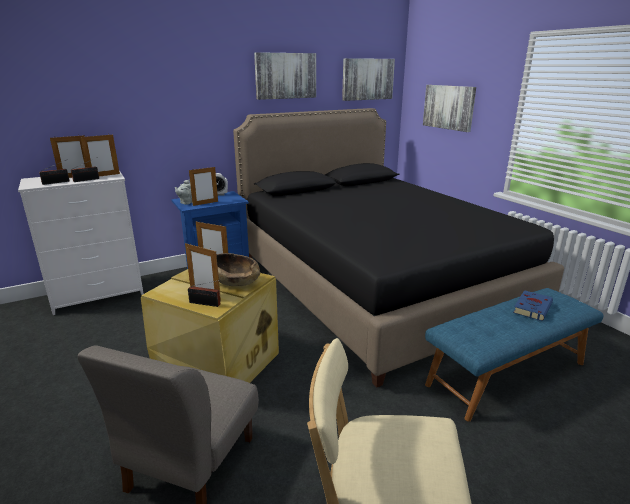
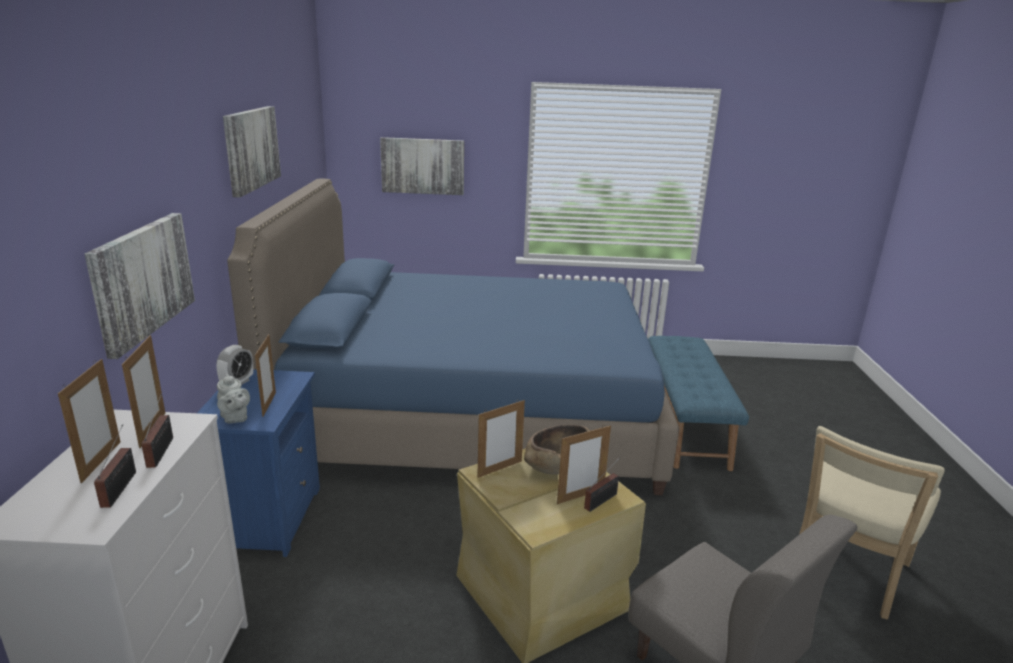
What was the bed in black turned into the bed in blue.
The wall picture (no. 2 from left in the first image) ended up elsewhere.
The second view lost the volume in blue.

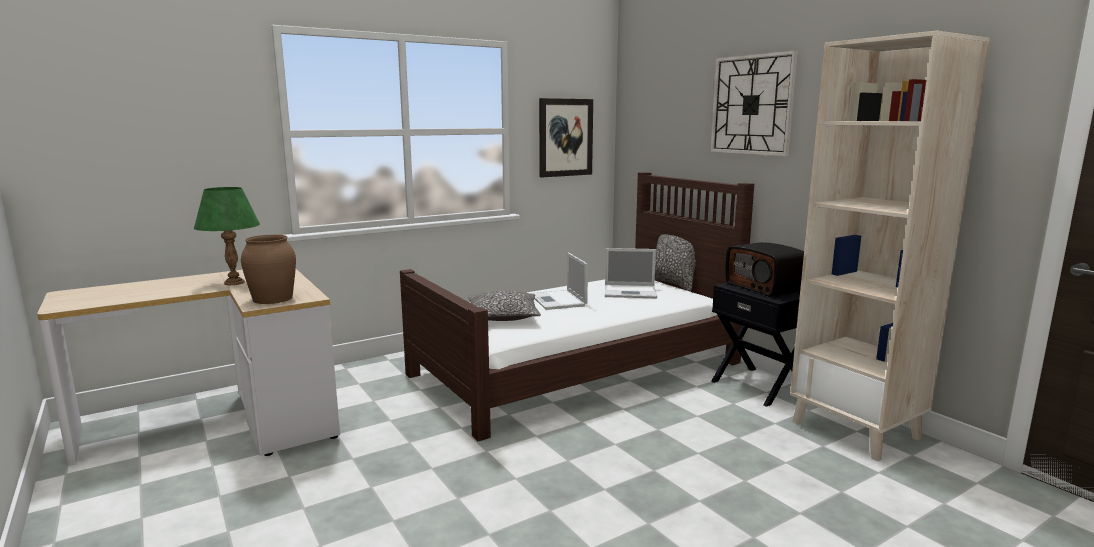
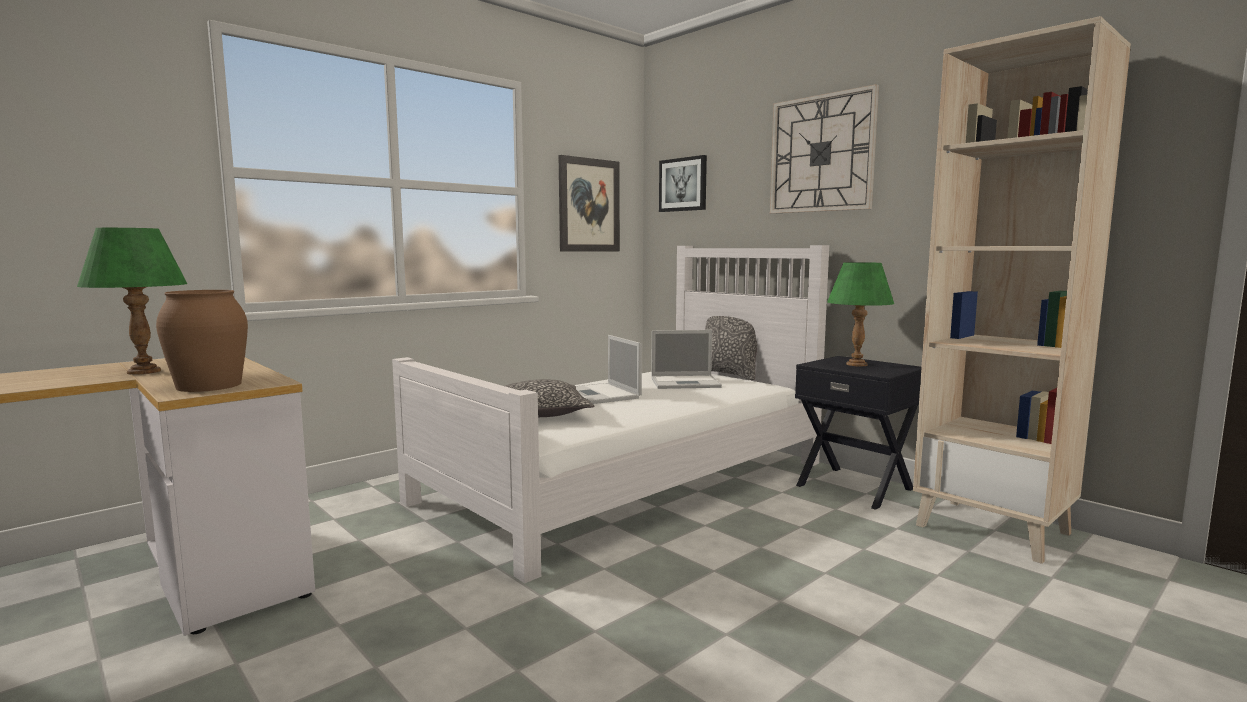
What was the bed in brownish turned into the bed in white-coloured.
Where the radio receiver stood, the lamp for a table in green-coloured (no. 2 from left) came to stand.
The second view gained the wall picture (no. 2 from left).

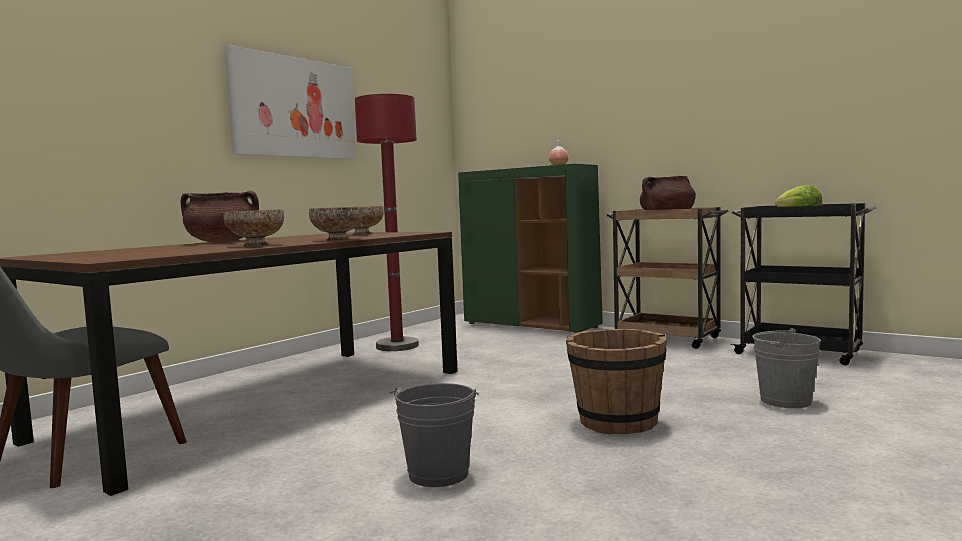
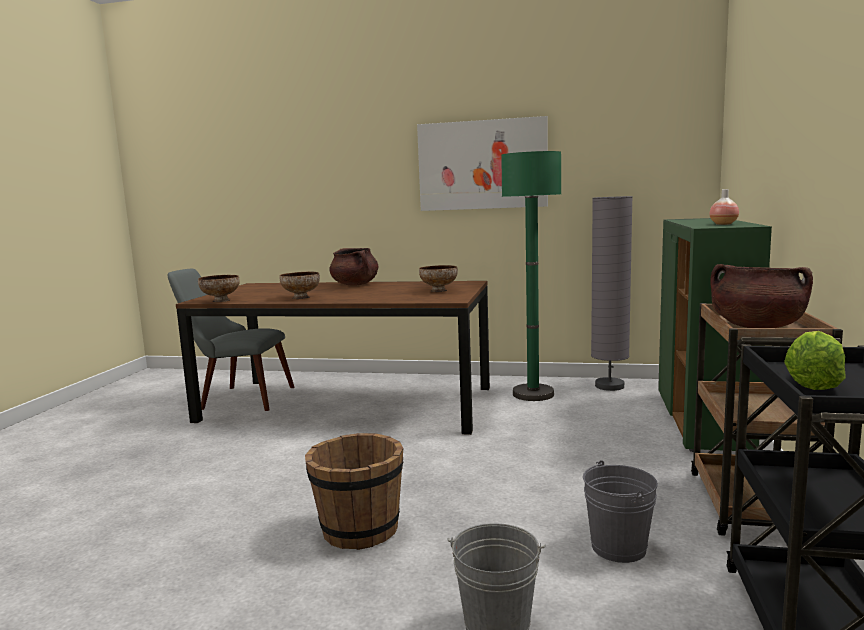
The deep dish (no. 2 from left in the first image) ended up elsewhere.
What was the standard lamp in red turned into the standard lamp in green-coloured.
The pail in greyish (no. 1 from left in the first image) ended up elsewhere.
The second view gained the standard lamp in greyish.

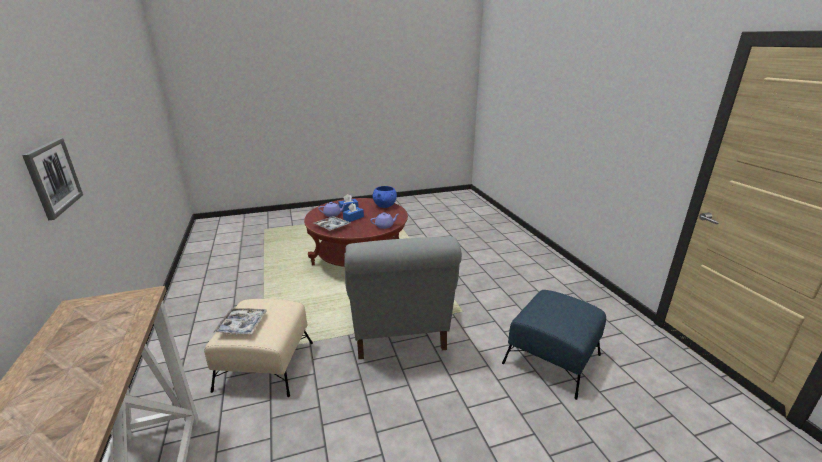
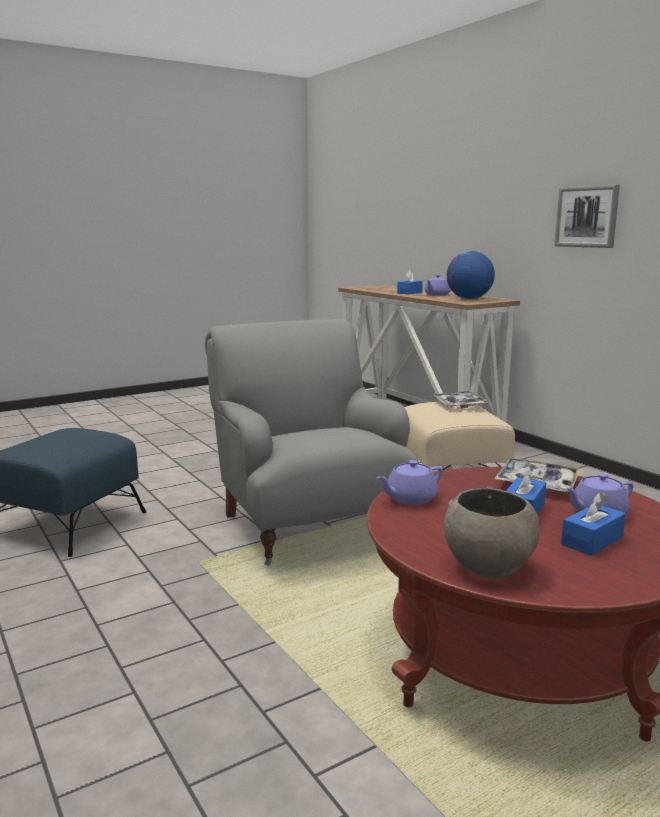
What was the deep dish in blue turned into the deep dish in greyish.
The second view gained the box of tissues in blue (no. 1 from left).
The second view gained the teapot in purplish (no. 2 from left).
The second view gained the world globe.

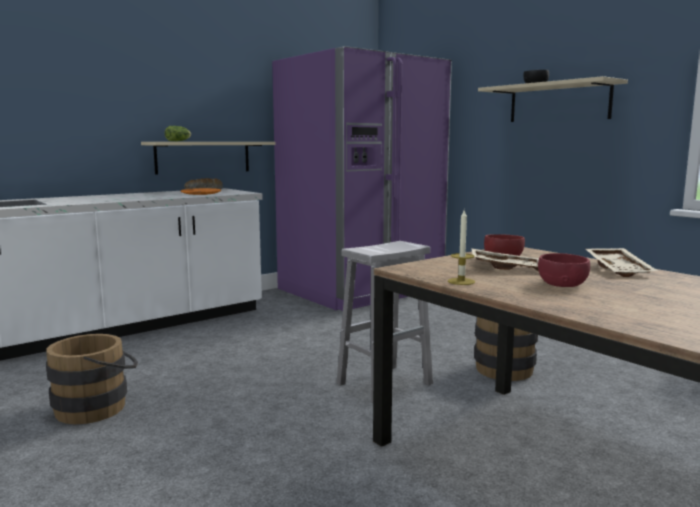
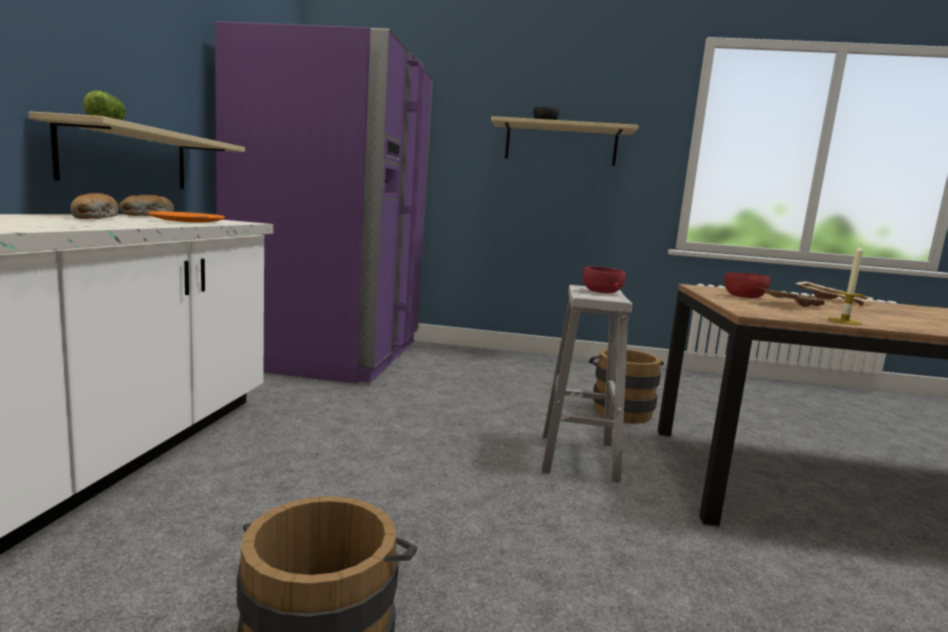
The deep dish in red (no. 2 from left in the first image) ended up elsewhere.
The second view gained the bread (no. 1 from left).

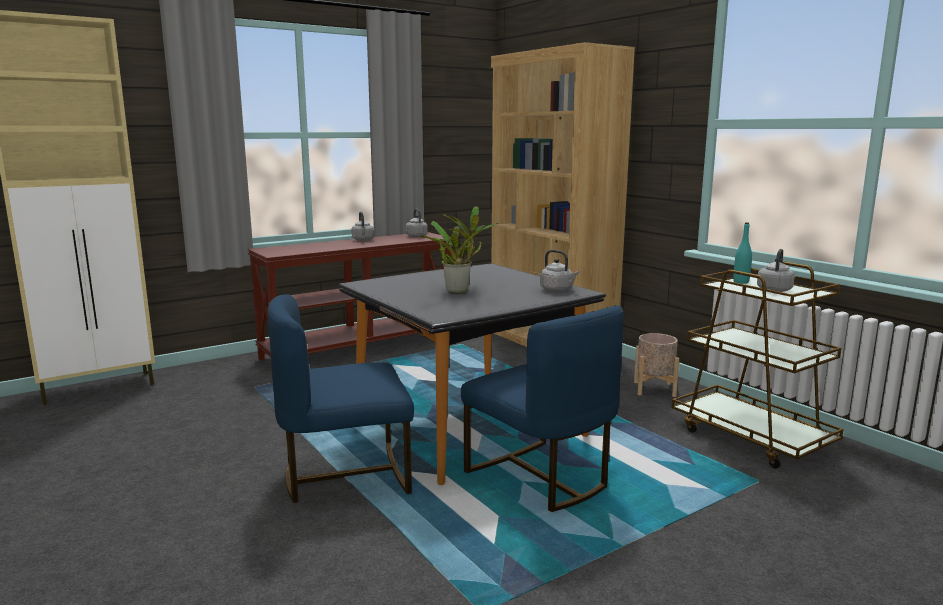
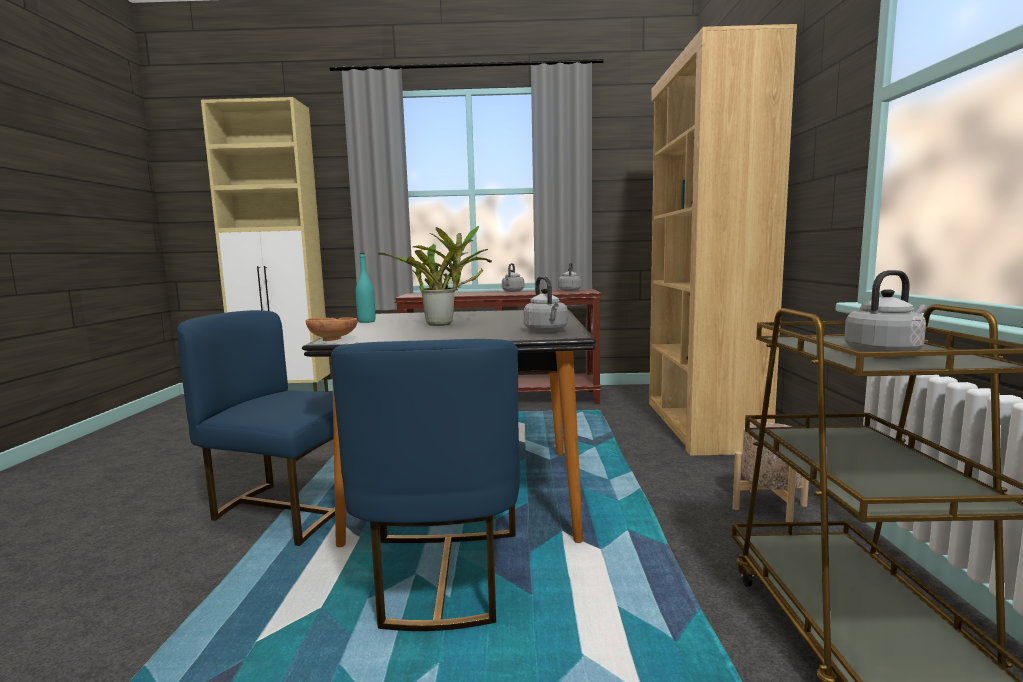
The beverage bottle in turquoise-coloured ended up elsewhere.
The second view gained the deep dish in brownish.

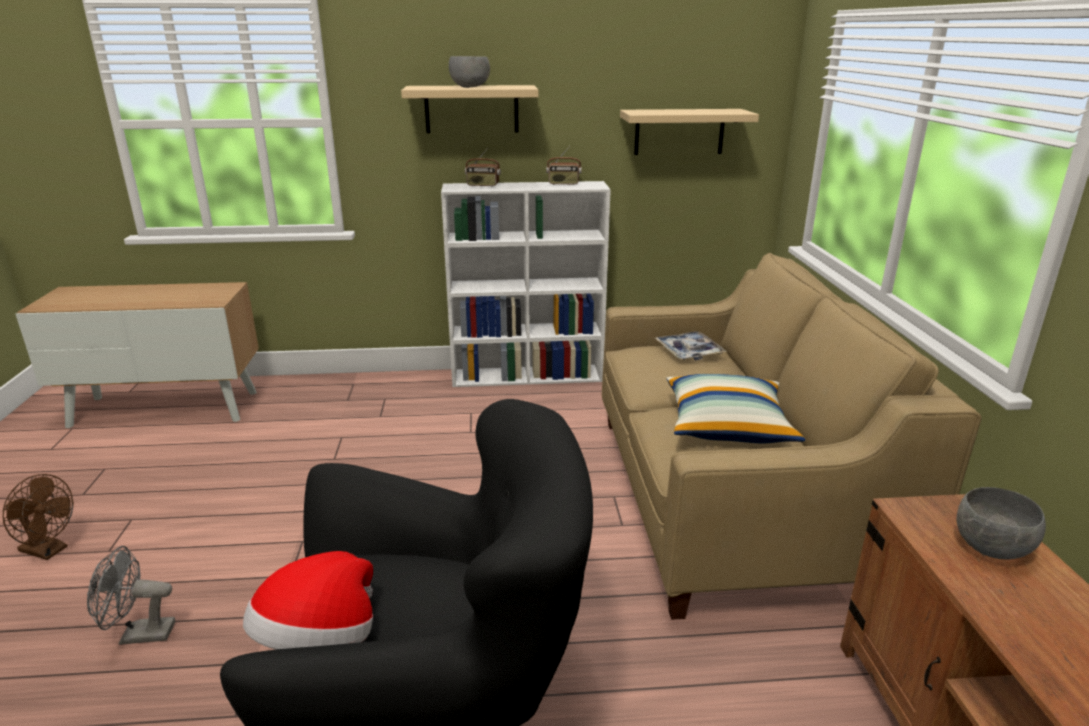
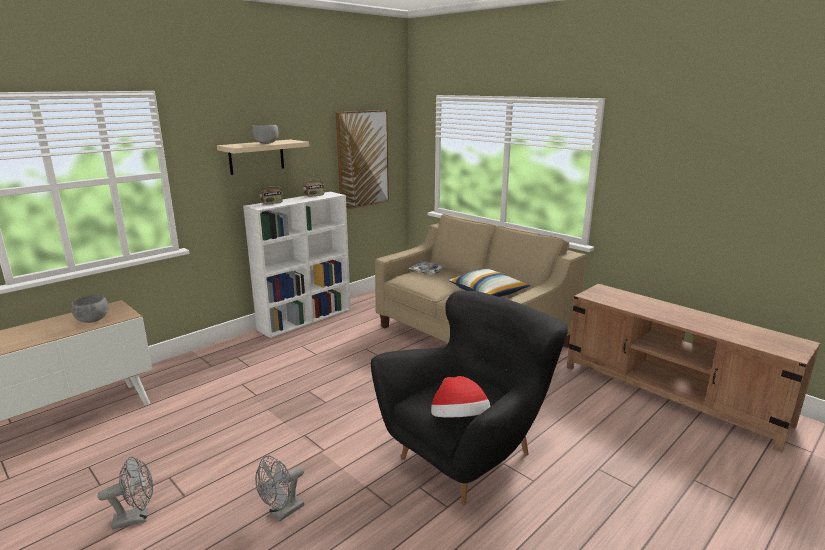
What was the electric fan in brownish turned into the electric fan in greyish (no. 1 from left).
Where the shelf in sand-coloured (no. 2 from left) hung, the wall picture came to hang.
The deep dish in greyish (no. 2 from left in the first image) ended up elsewhere.

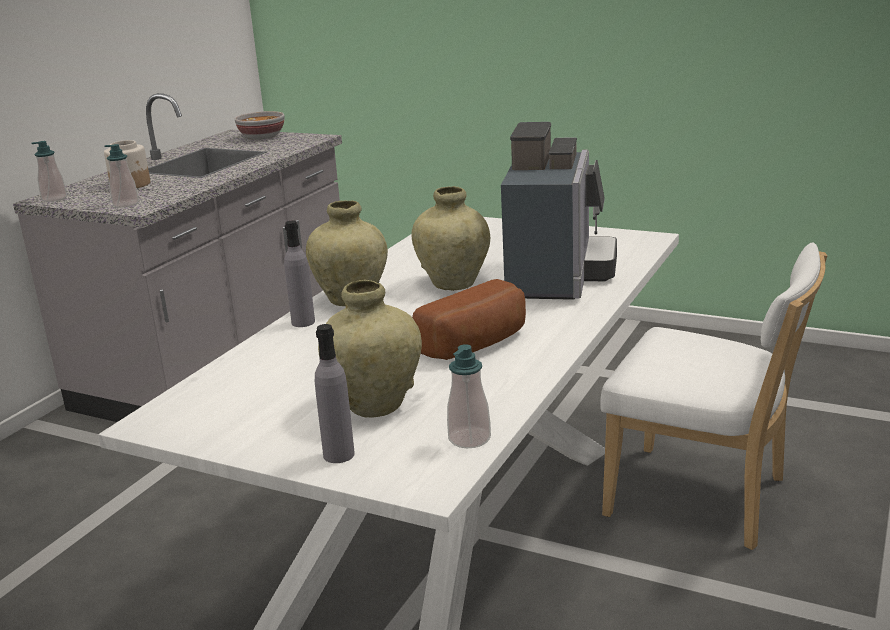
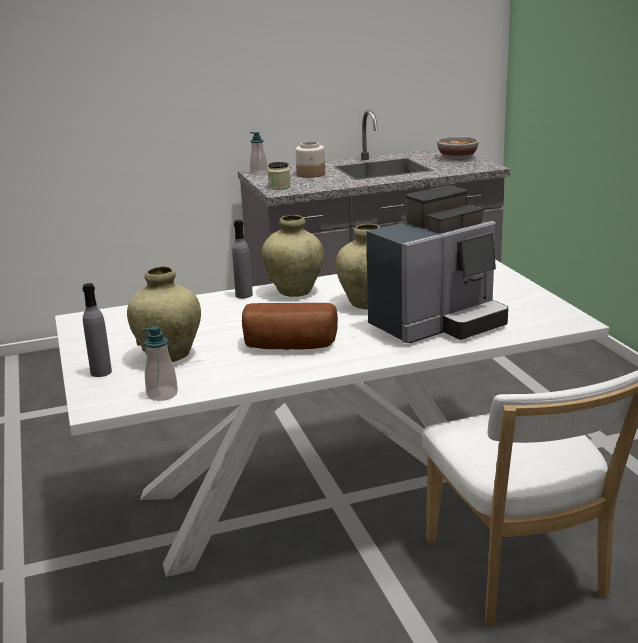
Where the soap dispenser (no. 2 from left) stood, the preserve jar (no. 1 from left) came to stand.

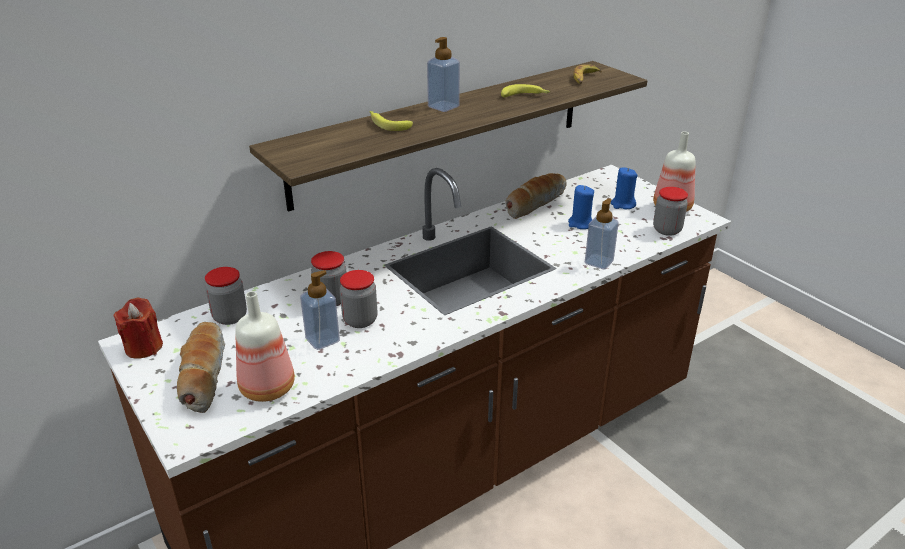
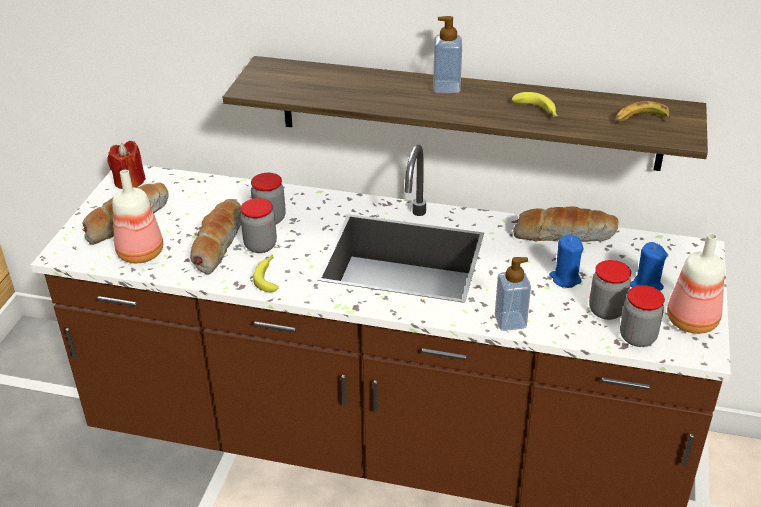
The preserve jar (no. 1 from left in the first image) ended up elsewhere.
Where the soap dispenser (no. 1 from left) stood, the bread (no. 2 from left) came to stand.
The banana fruit (no. 1 from left) ended up elsewhere.

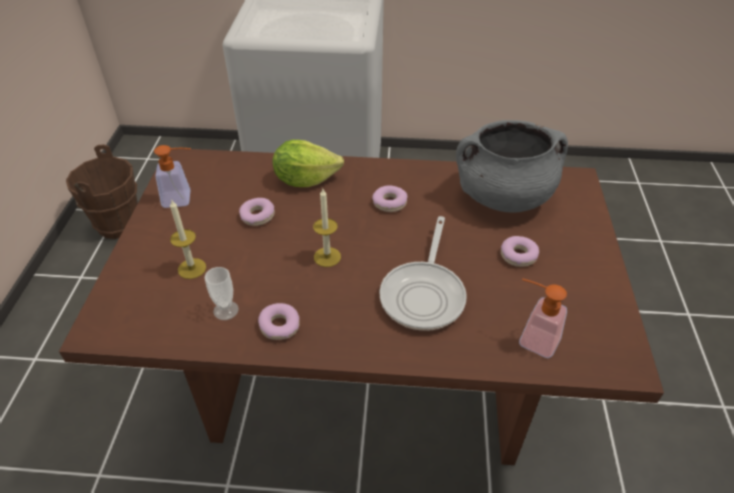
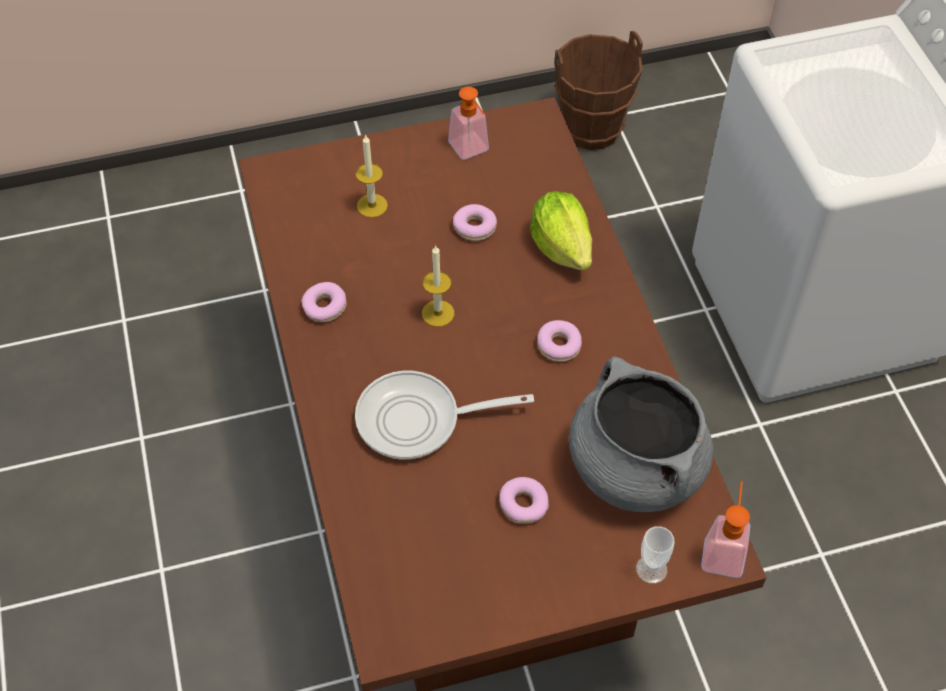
The drinking cup ended up elsewhere.
The soap dispenser (no. 2 from left) ended up elsewhere.

